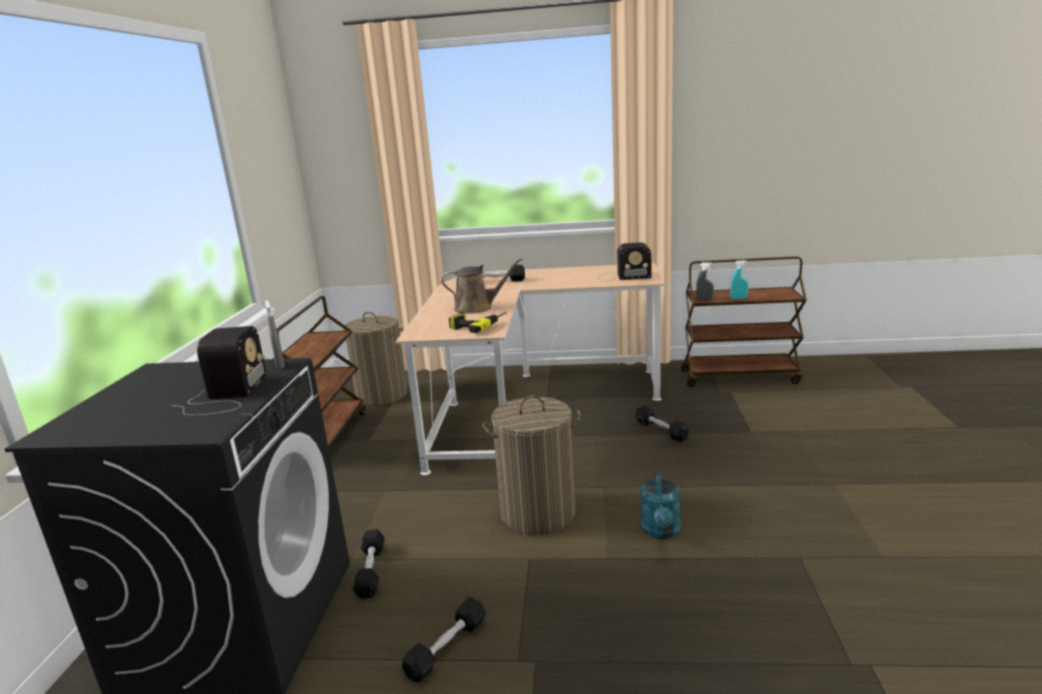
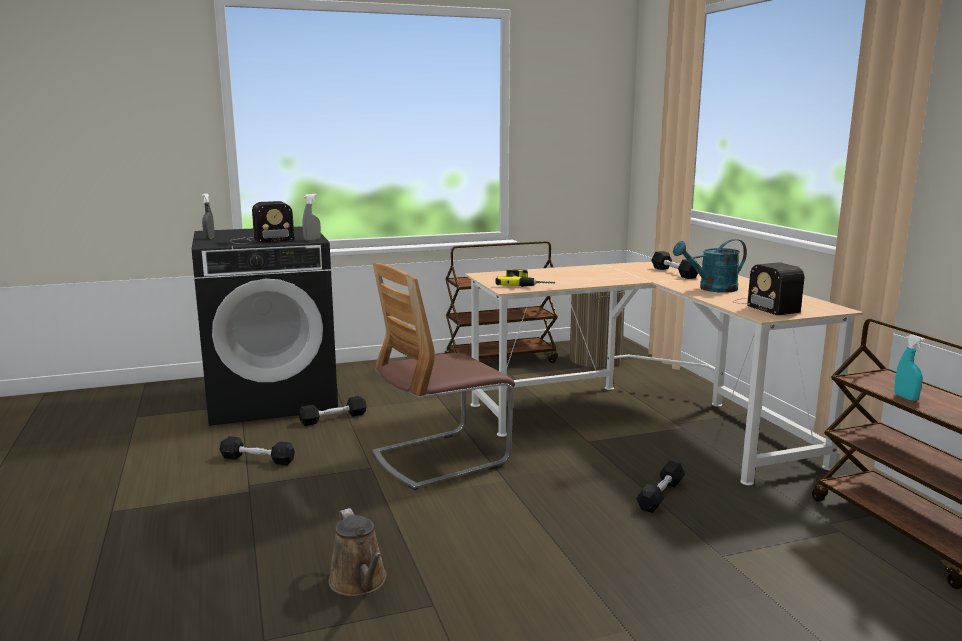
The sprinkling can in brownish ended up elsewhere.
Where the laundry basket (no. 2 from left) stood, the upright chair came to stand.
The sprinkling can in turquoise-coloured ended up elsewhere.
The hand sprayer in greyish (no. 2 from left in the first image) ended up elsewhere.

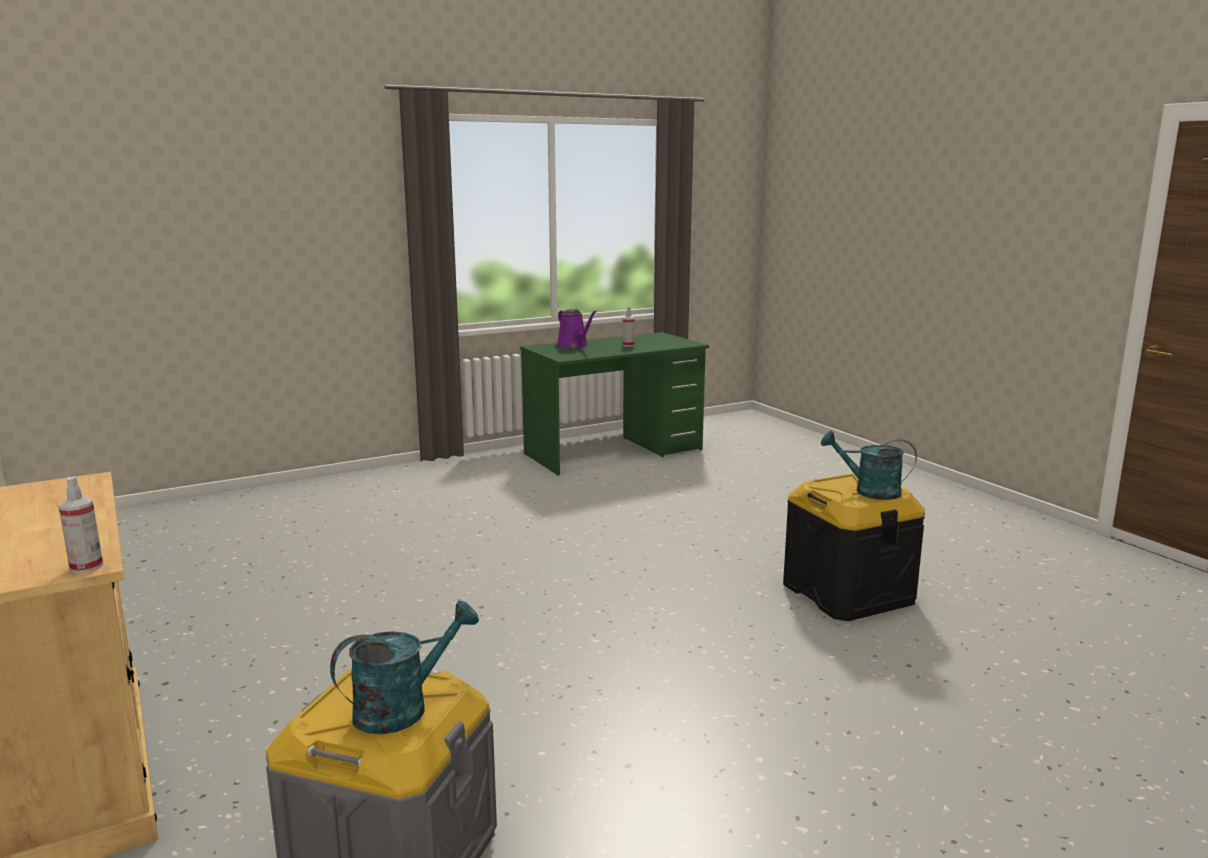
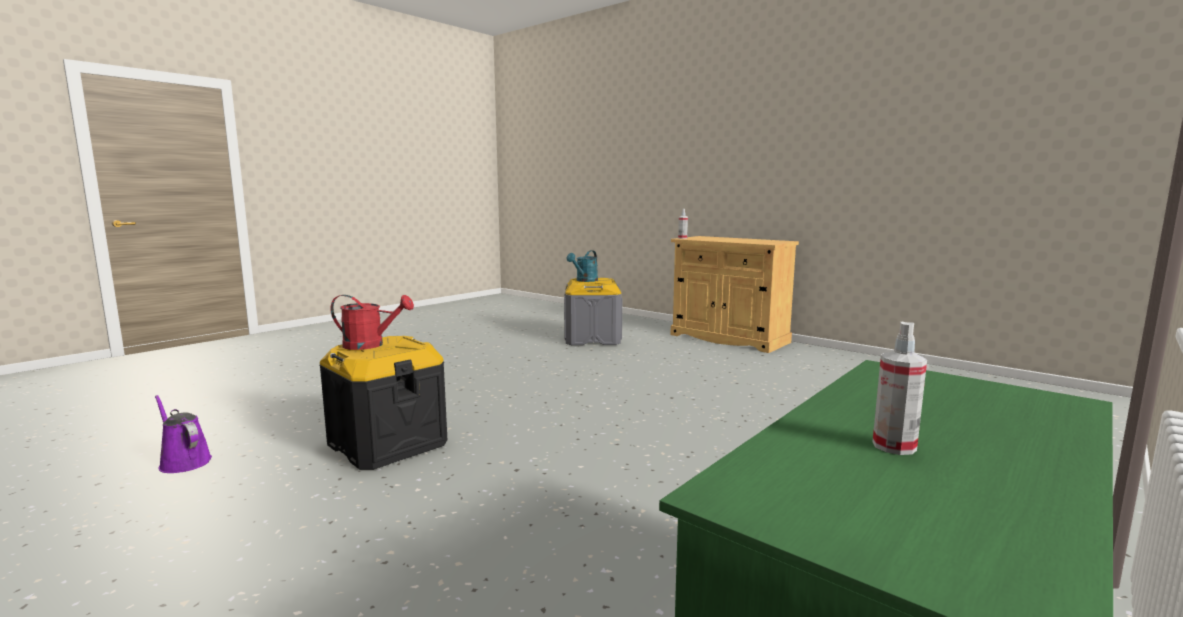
The sprinkling can in purplish ended up elsewhere.
What was the sprinkling can in turquoise-coloured (no. 2 from left) turned into the sprinkling can in red.

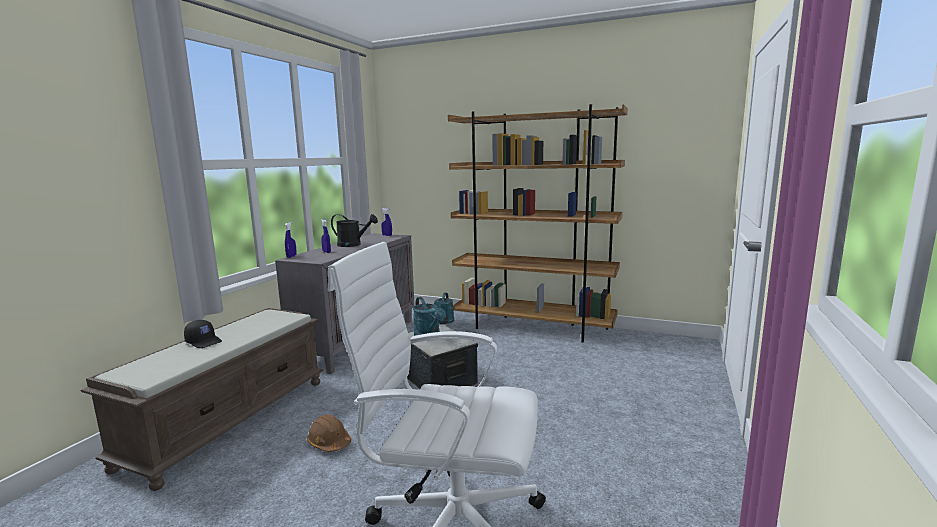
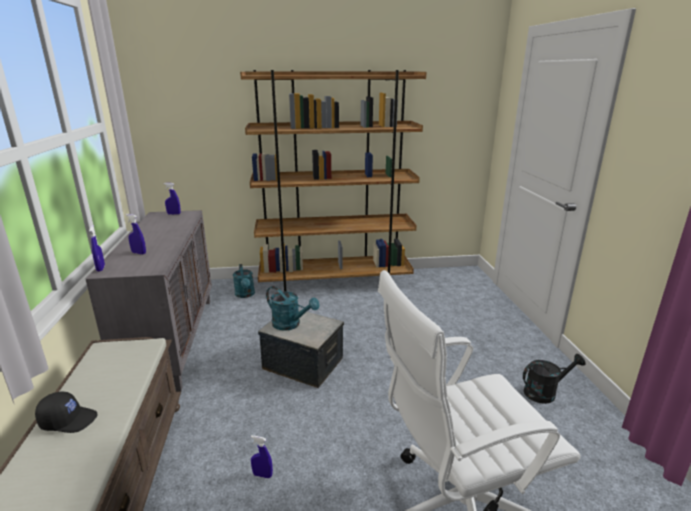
Where the hard hat in brownish stood, the hand sprayer in blue (no. 4 from left) came to stand.
The sprinkling can in black ended up elsewhere.

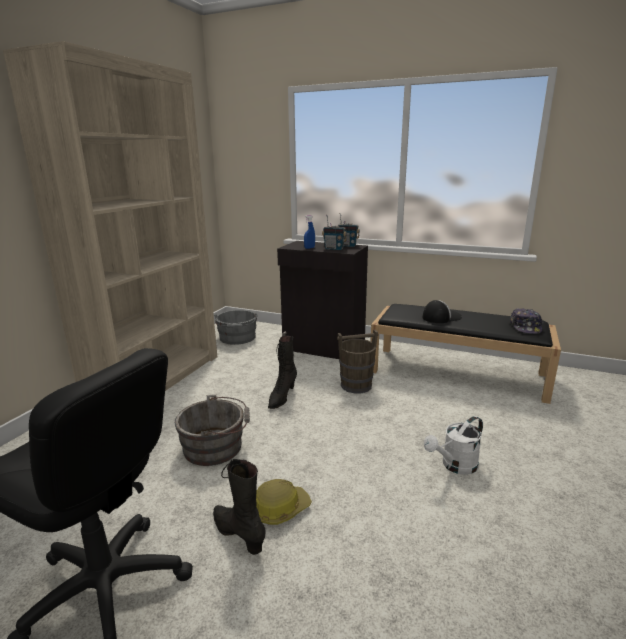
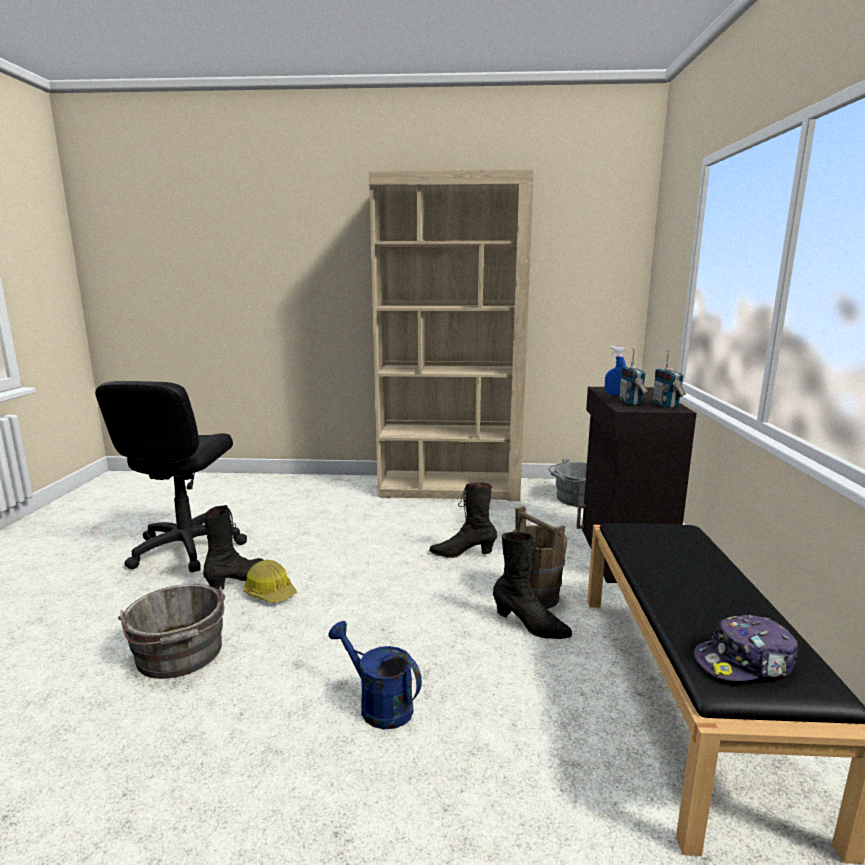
The pail in greyish (no. 1 from left) ended up elsewhere.
The second view lost the cap (no. 1 from left).
What was the sprinkling can in white-coloured turned into the sprinkling can in blue.
The second view gained the high-top boot in black (no. 3 from left).

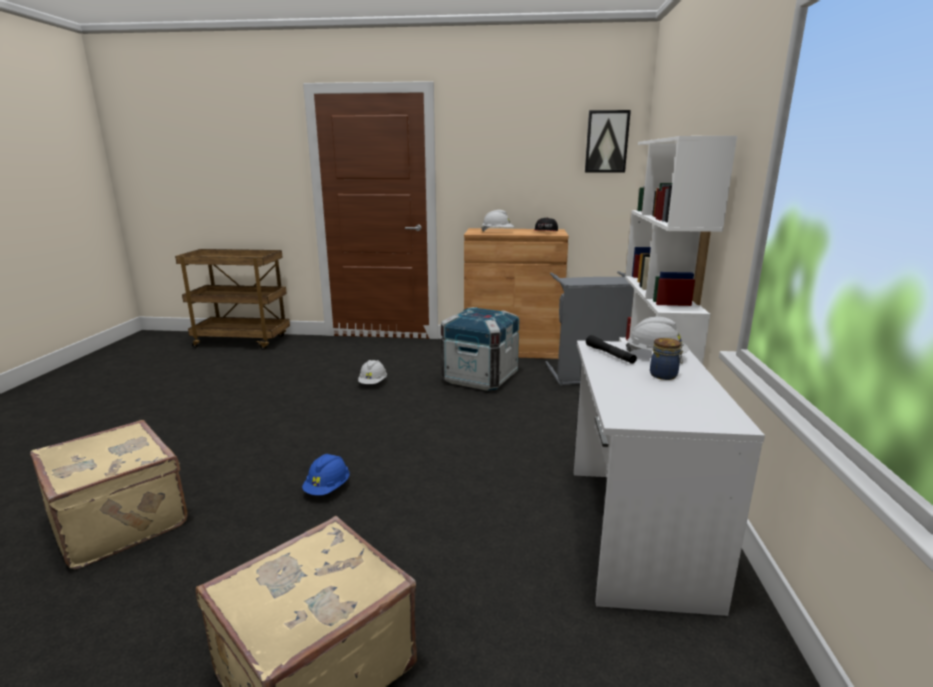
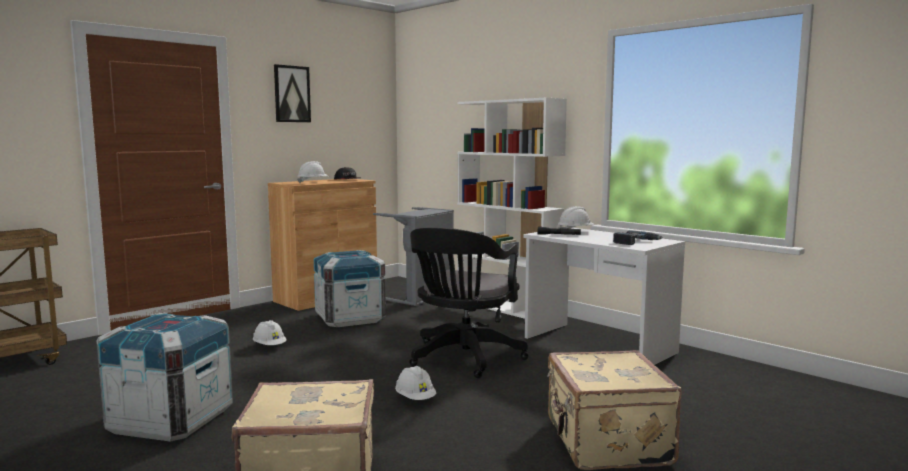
What was the hard hat in blue turned into the hard hat in white-coloured (no. 3 from left).
The wall picture ended up elsewhere.
The second view lost the preserve jar.
The second view gained the shipping crate (no. 1 from left).
The second view gained the desk chair in black.
The second view gained the drill.

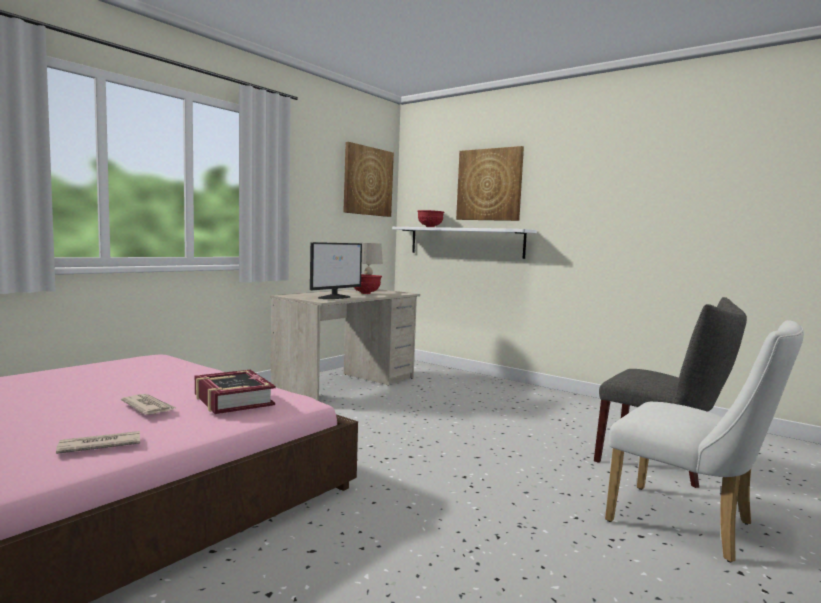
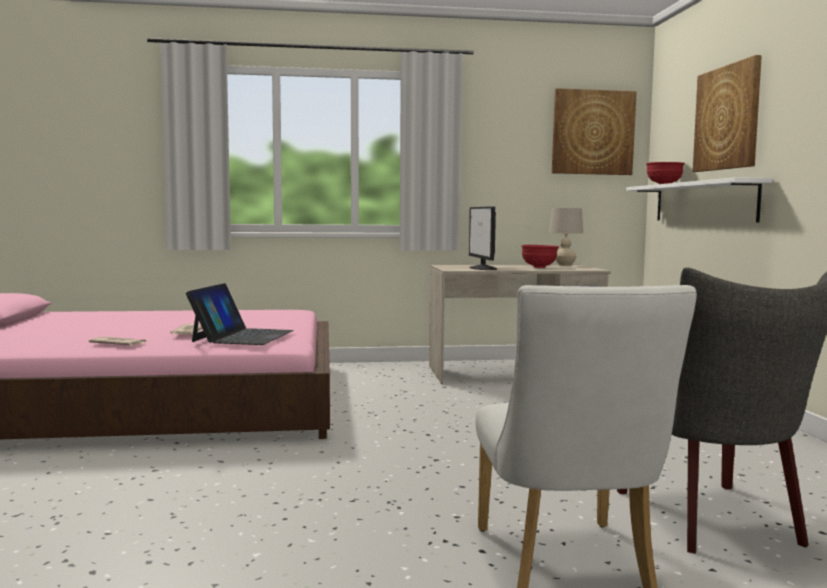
Where the volume stood, the laptop came to stand.
The monitor ended up facing another way, 90 degrees clockwise from before.

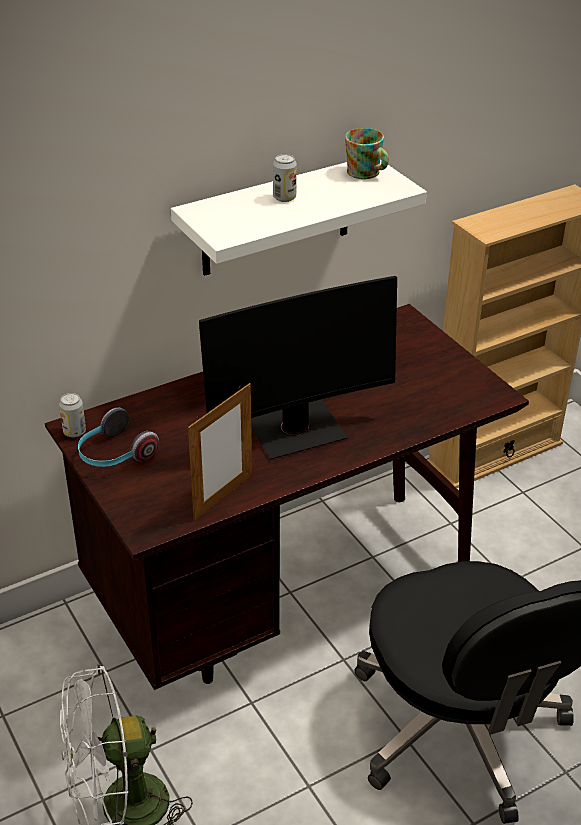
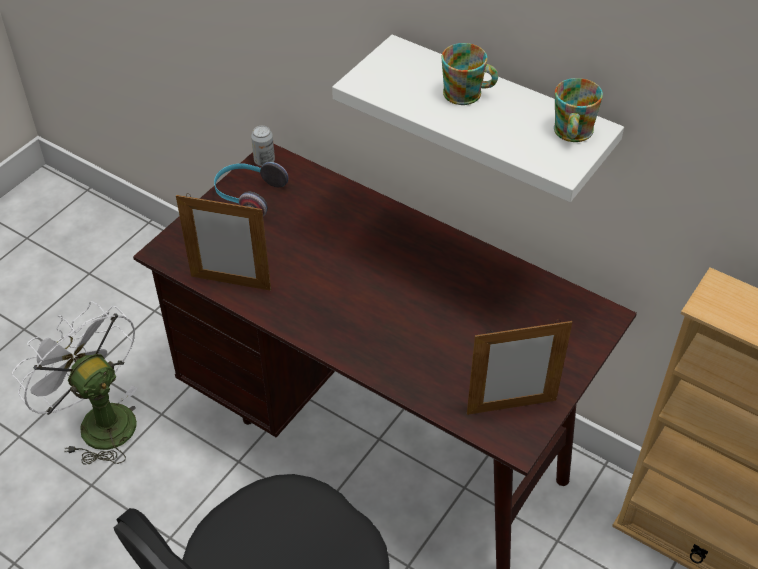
The second view lost the monitor.
Where the can (no. 2 from left) stood, the coffee mug (no. 1 from left) came to stand.
The second view gained the photo frame (no. 2 from left).

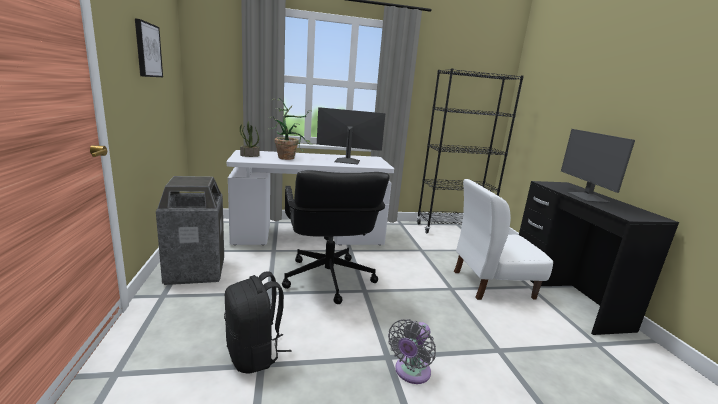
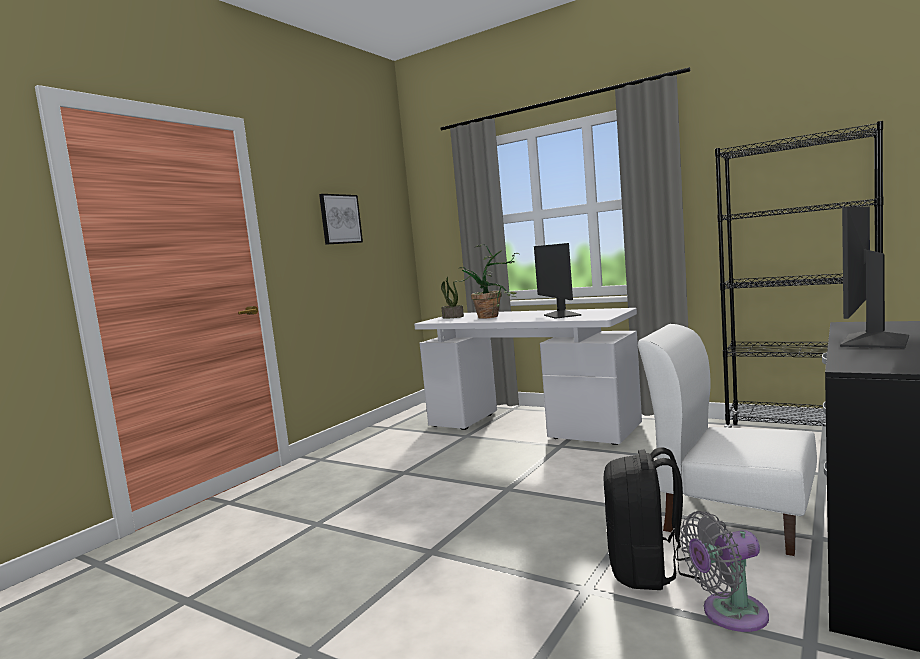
The second view lost the trash can.
The knapsack in black ended up elsewhere.
The second view lost the desk chair in black.
The monitor (no. 1 from left) ended up facing another way, 150 degrees counterclockwise from before.
The electric fan in greyish ended up elsewhere.

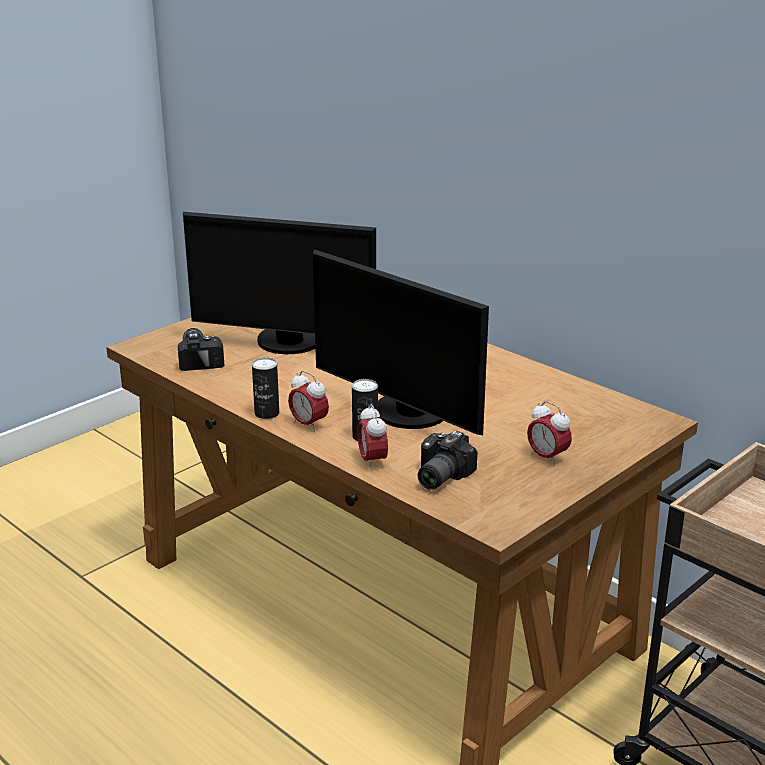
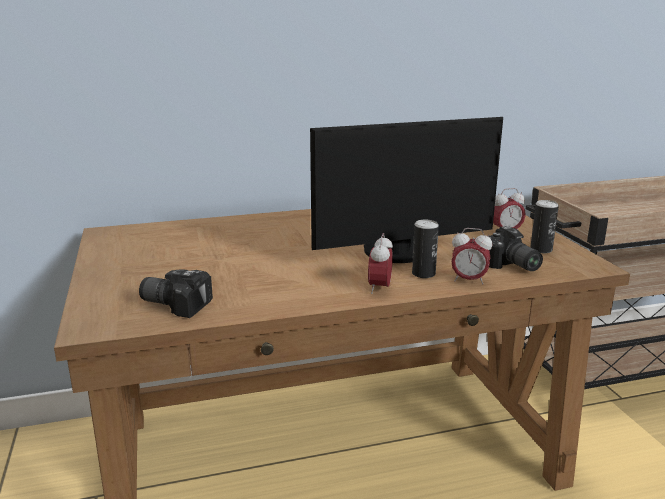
The second view lost the monitor (no. 1 from left).
The can (no. 1 from left in the first image) ended up elsewhere.
The bedside clock (no. 1 from left) ended up facing another way, 120 degrees clockwise from before.

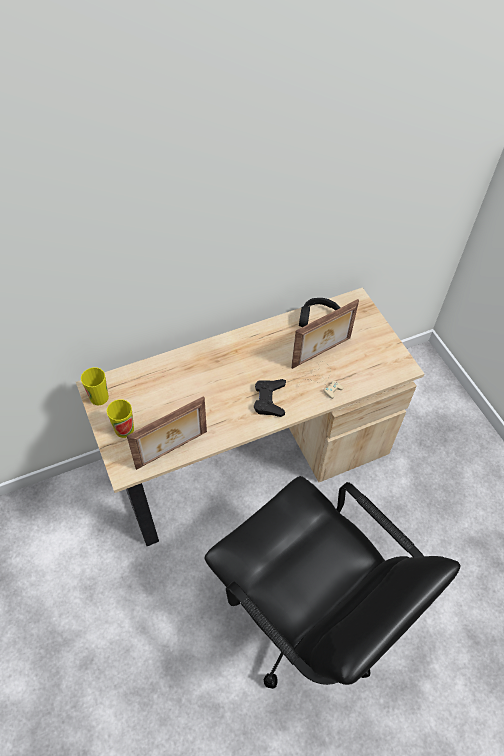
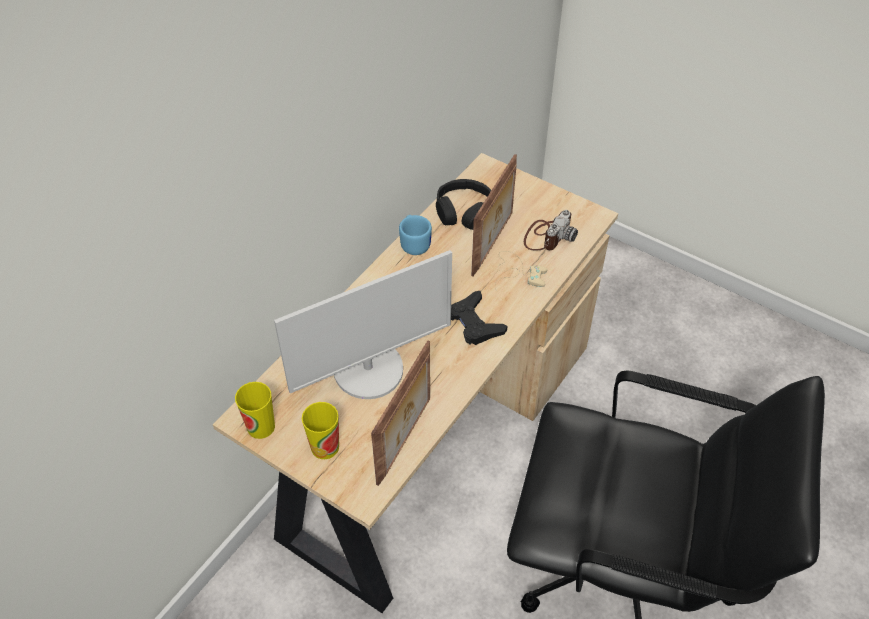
The second view gained the monitor.
The second view gained the coffee mug in blue.
The second view gained the photo camera.

